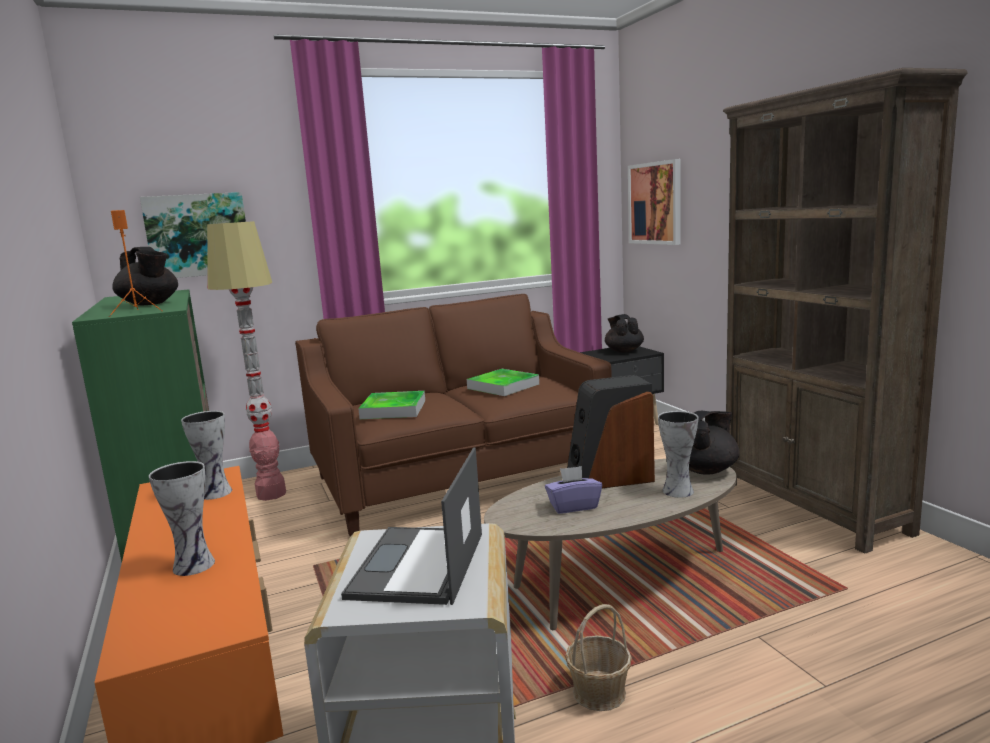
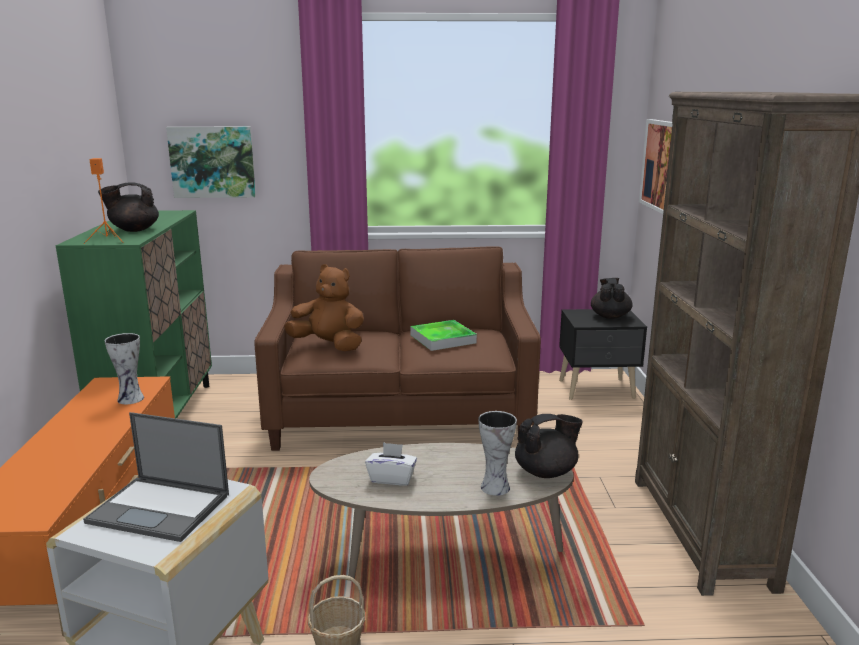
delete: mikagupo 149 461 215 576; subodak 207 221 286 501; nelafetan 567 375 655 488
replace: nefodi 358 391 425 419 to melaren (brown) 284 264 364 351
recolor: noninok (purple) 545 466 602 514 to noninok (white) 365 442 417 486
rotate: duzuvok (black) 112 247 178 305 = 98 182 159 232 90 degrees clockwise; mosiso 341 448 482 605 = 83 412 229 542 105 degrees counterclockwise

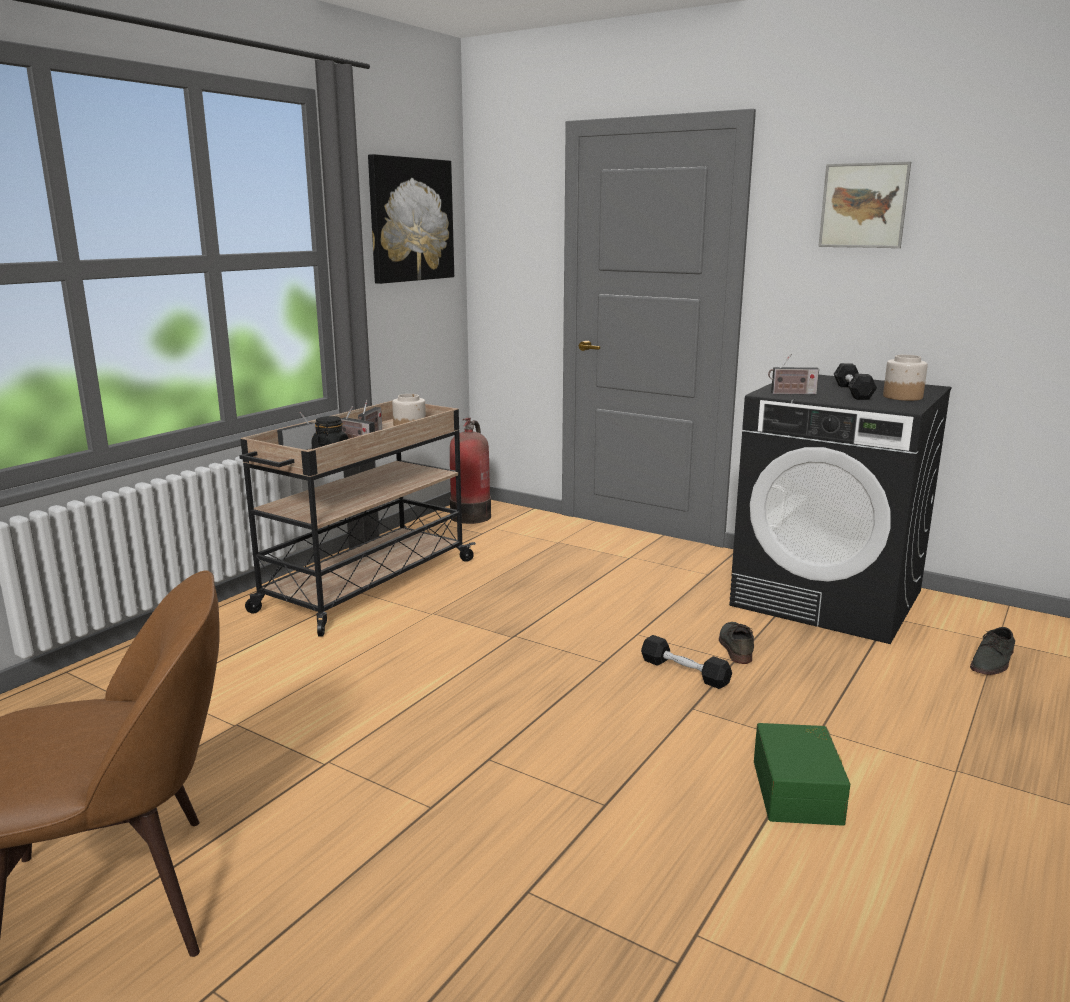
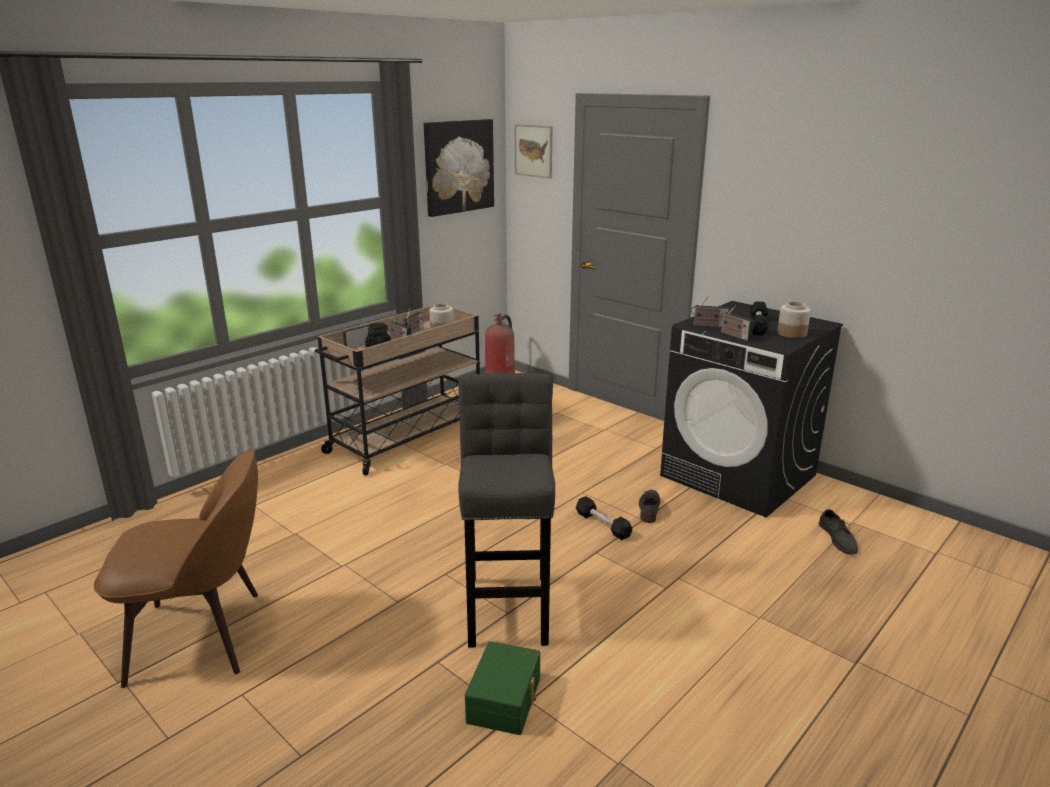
insert: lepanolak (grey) 458 373 555 648; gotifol 721 305 754 341
move: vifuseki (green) 754 723 850 826 to 465 641 540 735; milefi 818 161 911 248 to 514 124 552 178
rotate: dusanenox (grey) 970 627 1015 675 = 819 509 858 554 60 degrees counterclockwise

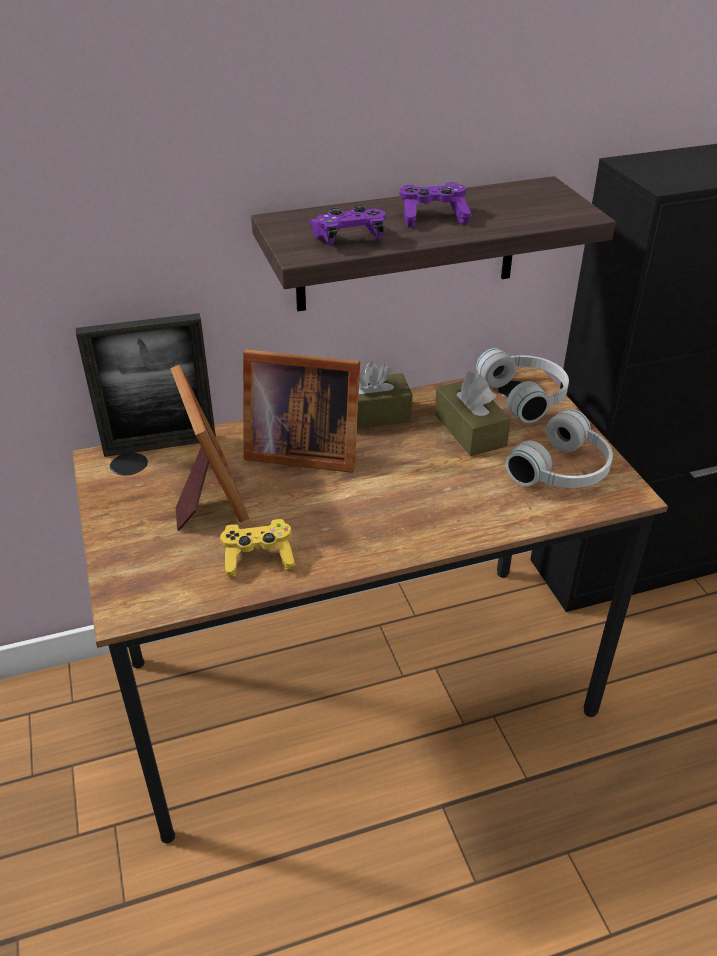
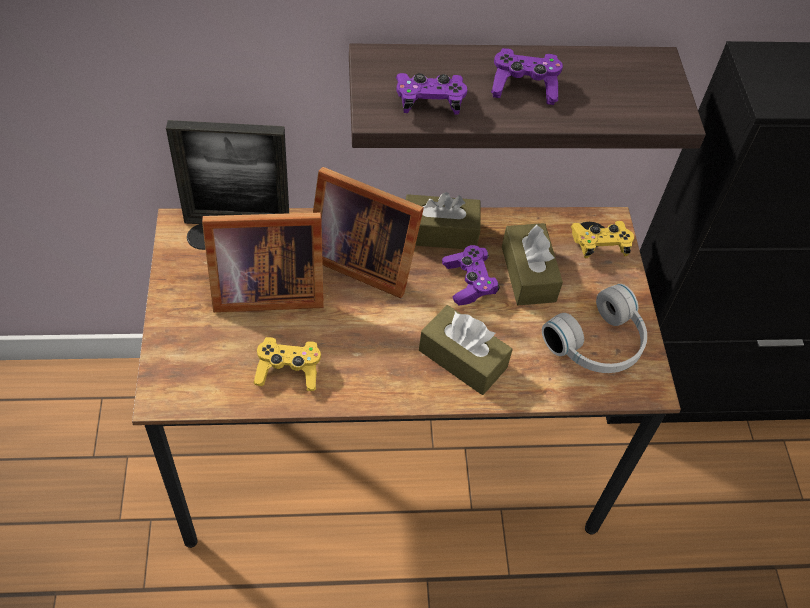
insert: noninok (brown) 419 305 513 395; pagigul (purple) 442 245 500 306
replace: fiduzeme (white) 476 348 569 423 to pagigul (yellow) 571 221 634 258
rotate: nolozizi 170 365 249 531 = 202 213 324 312 90 degrees clockwise

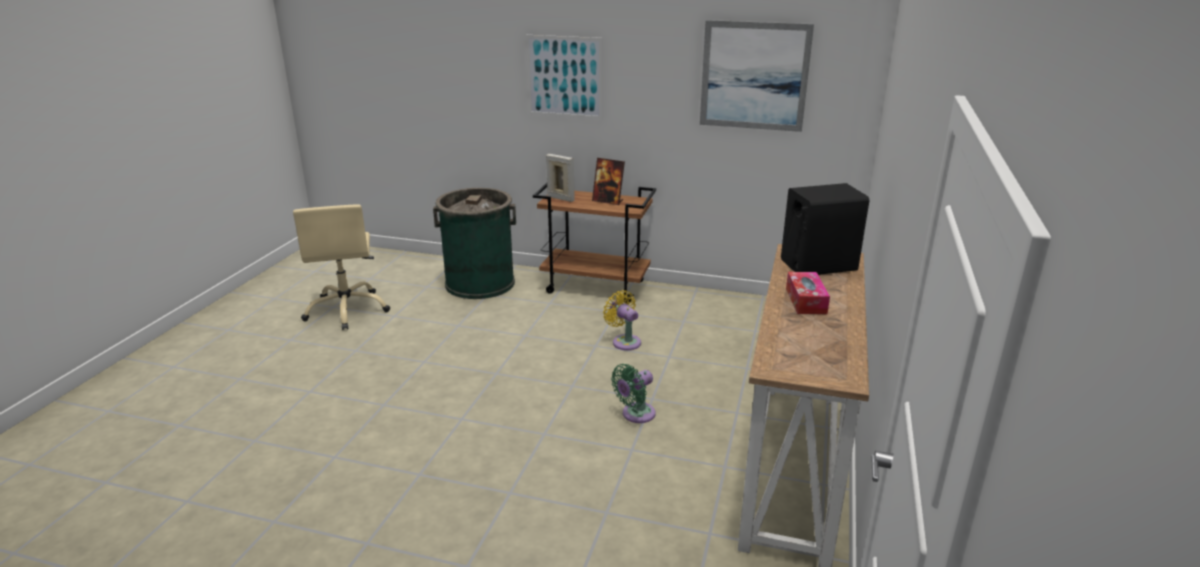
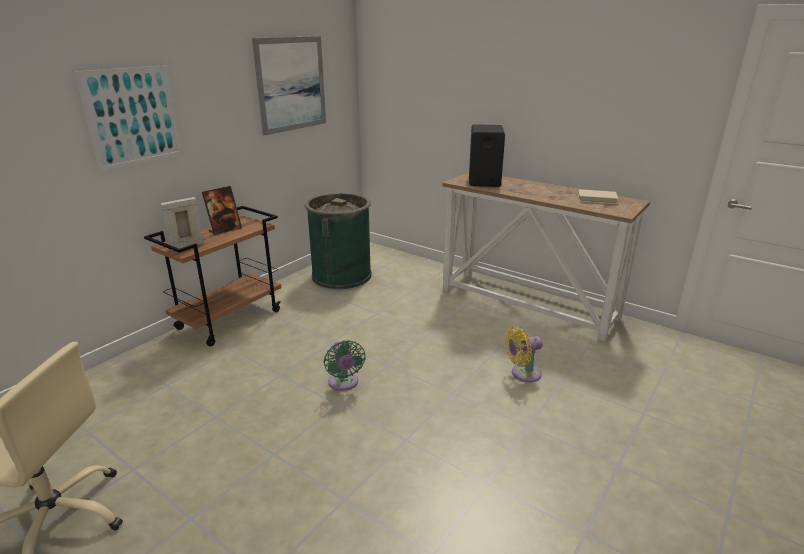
delete: noninok 786 272 830 314
insert: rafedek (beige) 578 189 618 204
move: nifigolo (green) 433 188 516 299 to 305 193 372 289; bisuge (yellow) 603 290 641 350 to 505 326 543 382; bisuge (green) 611 364 656 423 to 324 340 366 391

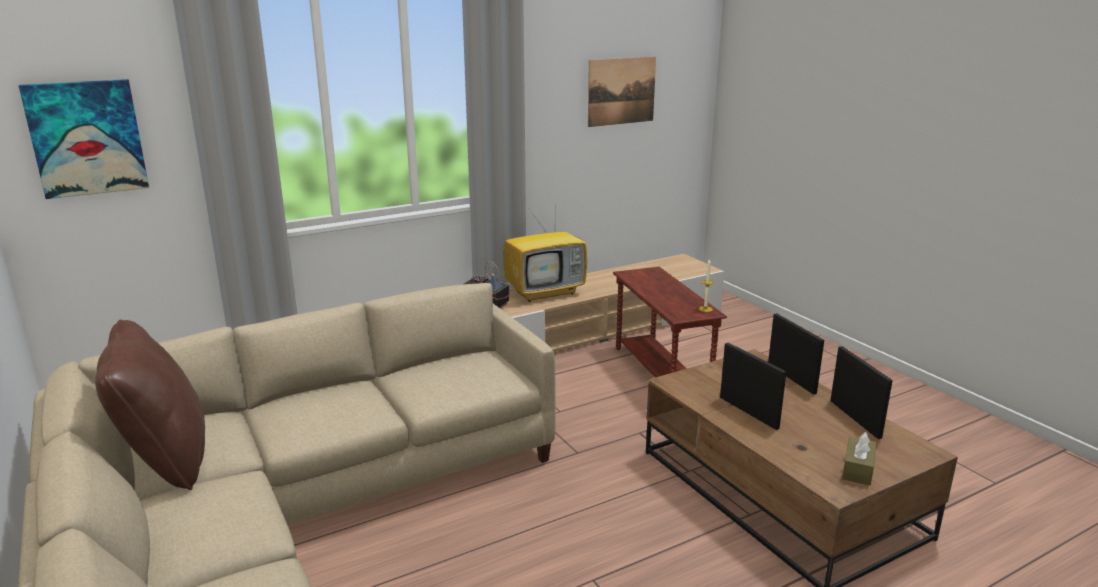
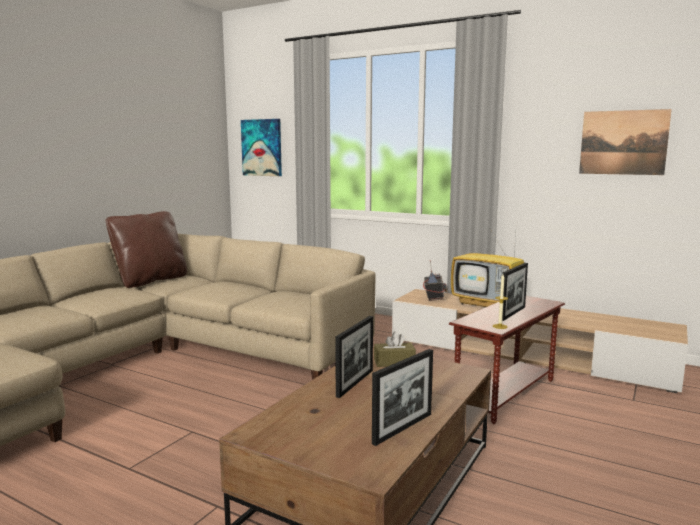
move: nolozizi 768 313 824 395 to 502 263 528 321; noninok (brown) 842 432 877 485 to 374 331 416 367

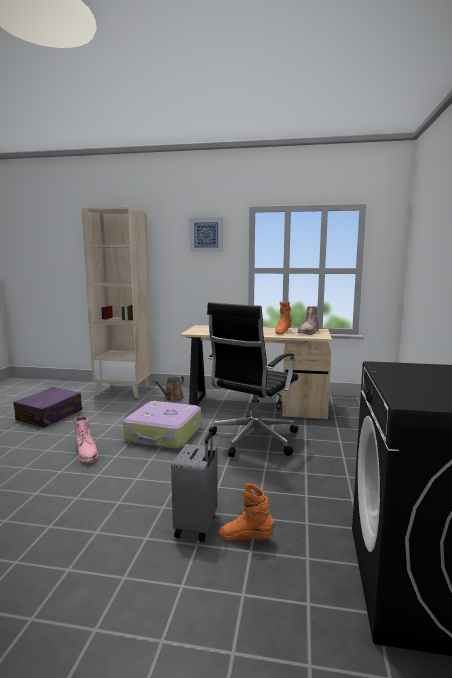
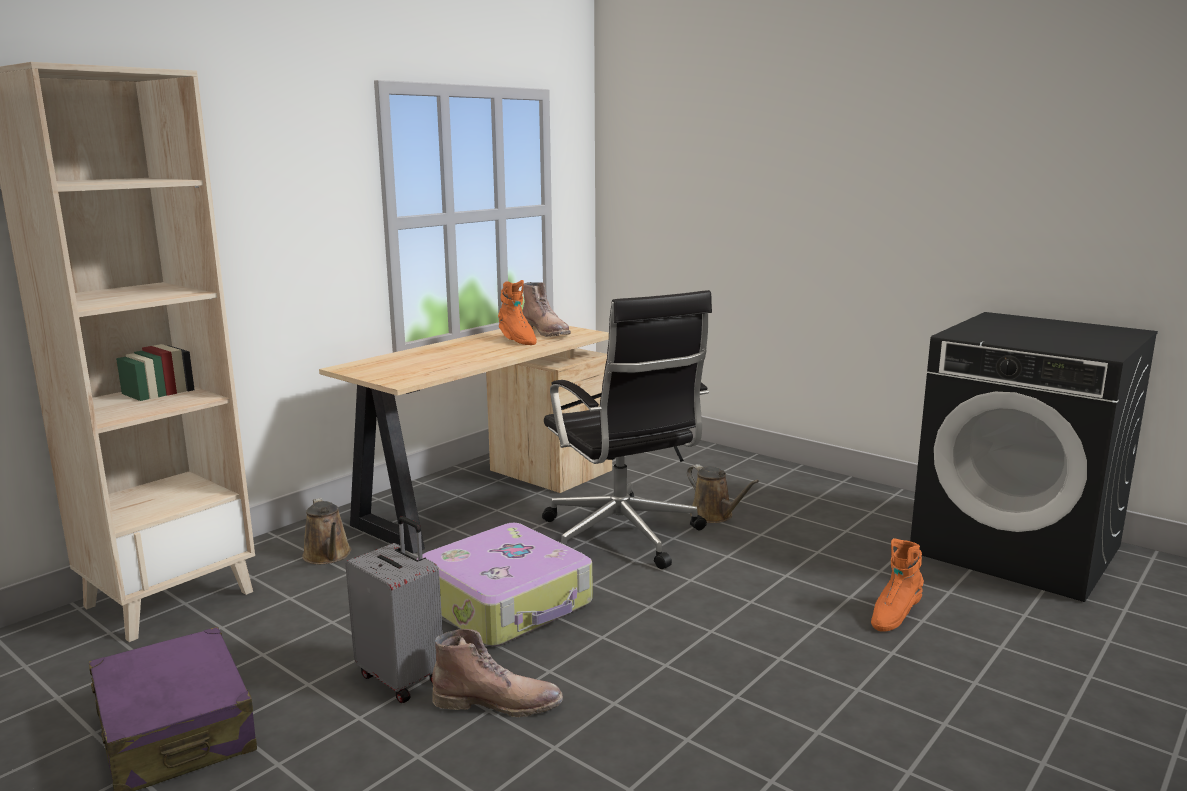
delete: milefi 189 217 223 252
insert: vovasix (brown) 687 464 759 523
move: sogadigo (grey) 171 432 218 542 to 345 516 443 703
recolor: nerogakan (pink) 74 416 99 463 to nerogakan (brown) 432 629 563 717

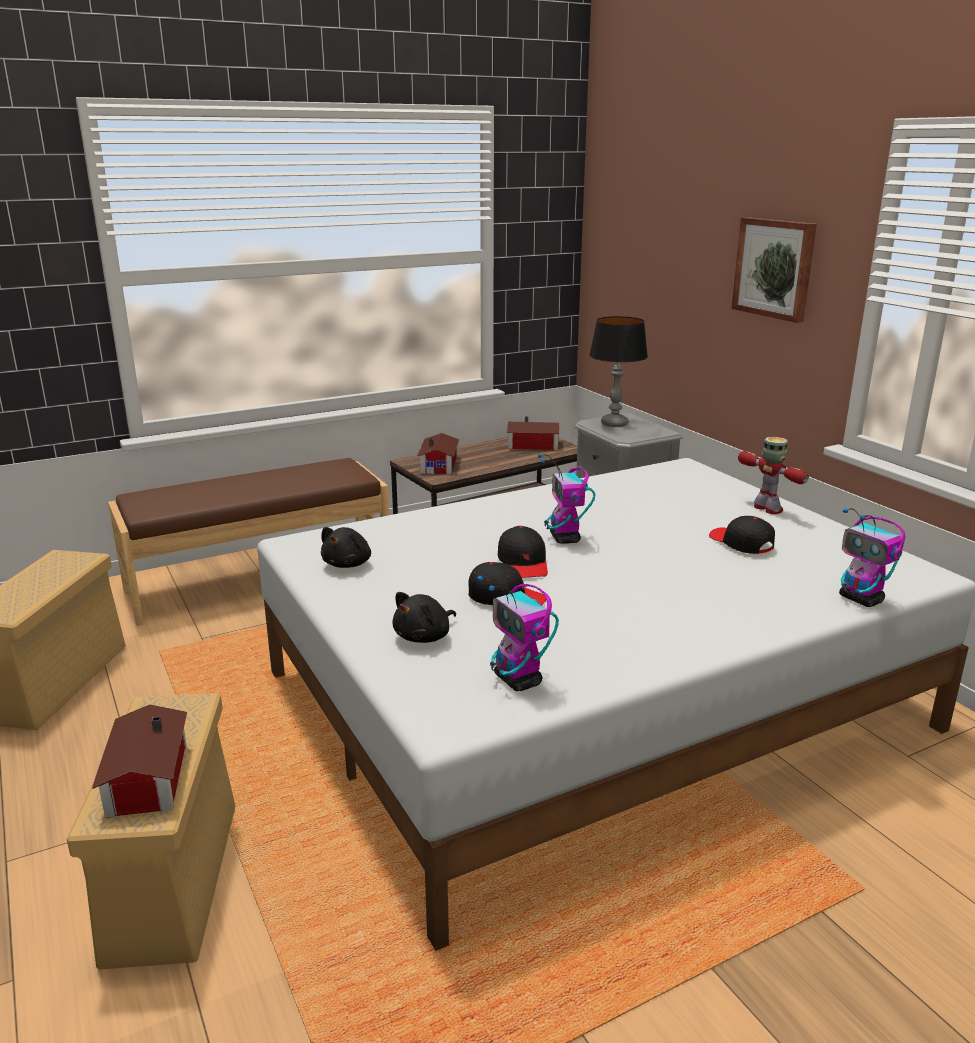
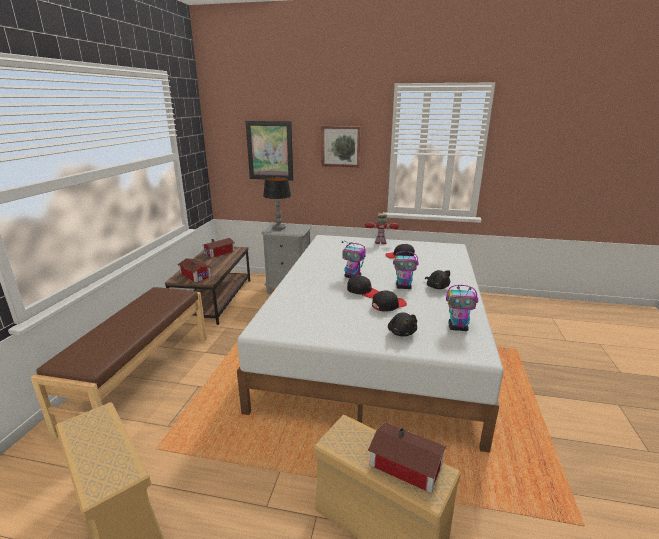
insert: milefi 246 121 294 181
move: melaren (black) 321 527 371 568 to 425 270 450 289; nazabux 839 508 906 607 to 393 250 419 289

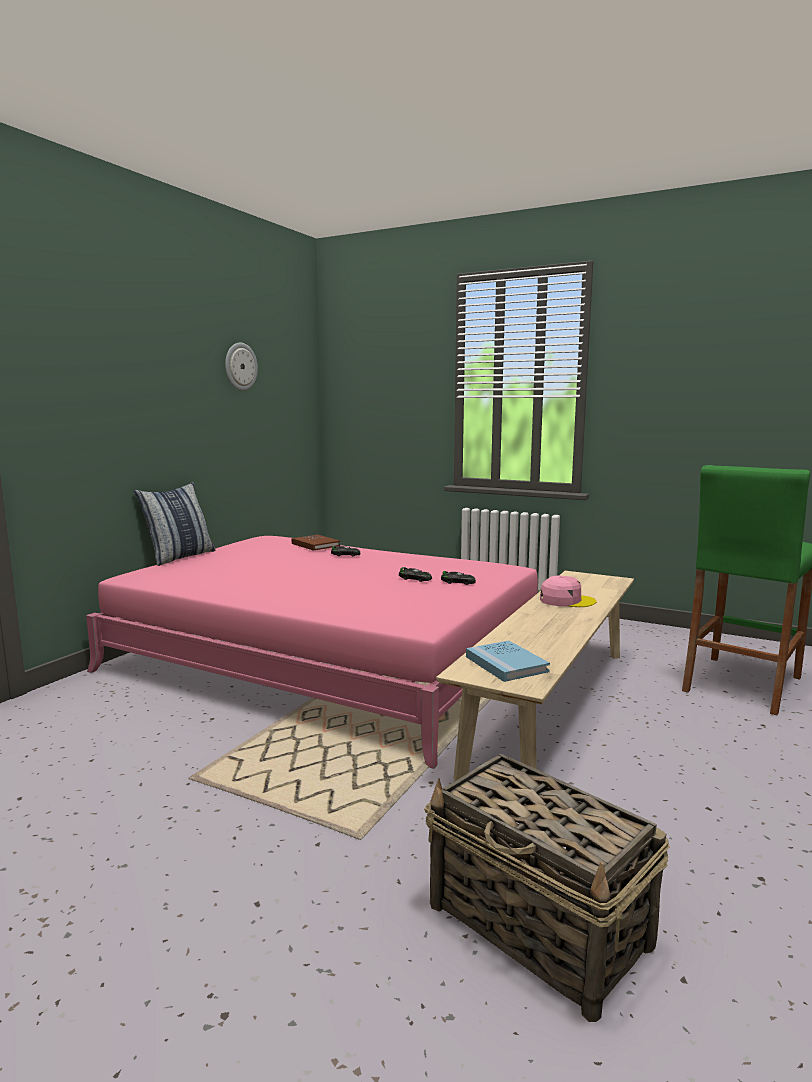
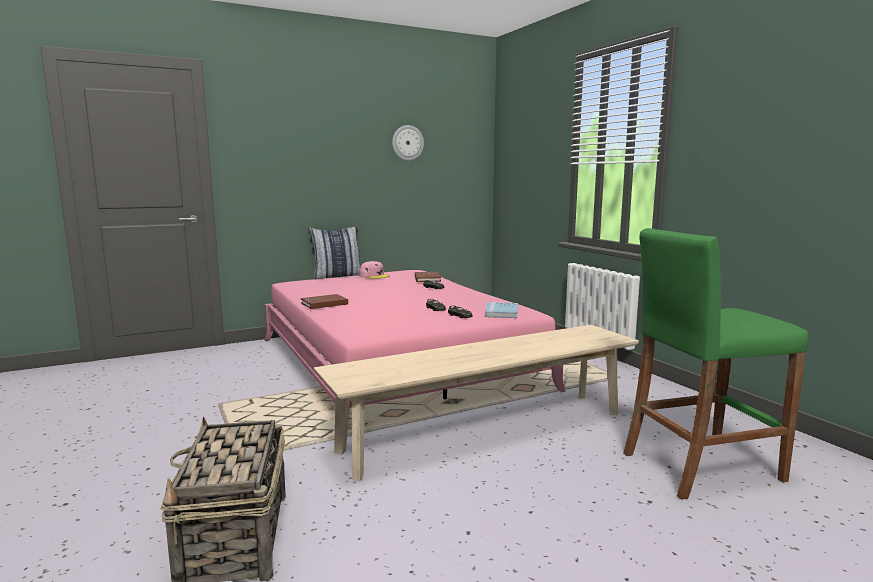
insert: rafedek (brown) 301 294 348 309
move: rafedek (blue) 466 640 550 682 to 485 302 518 318; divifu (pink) 540 576 596 607 to 359 261 390 279

